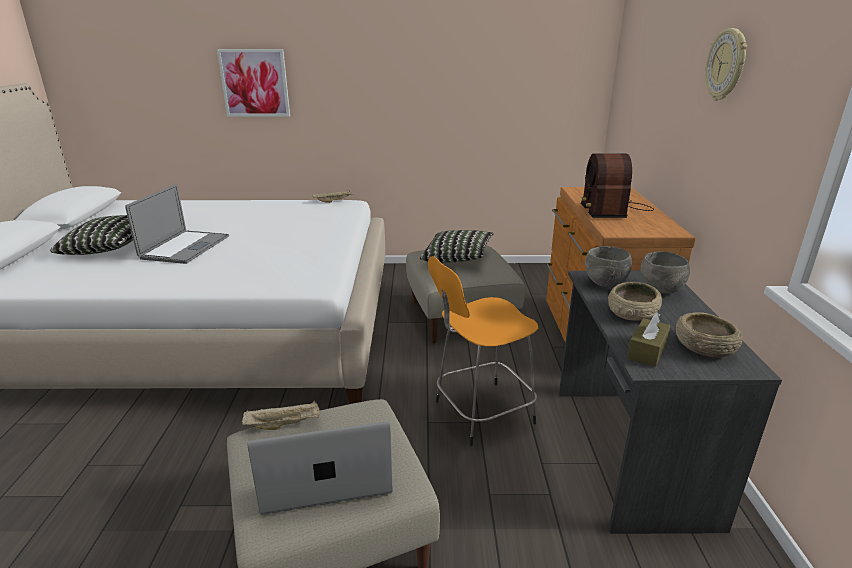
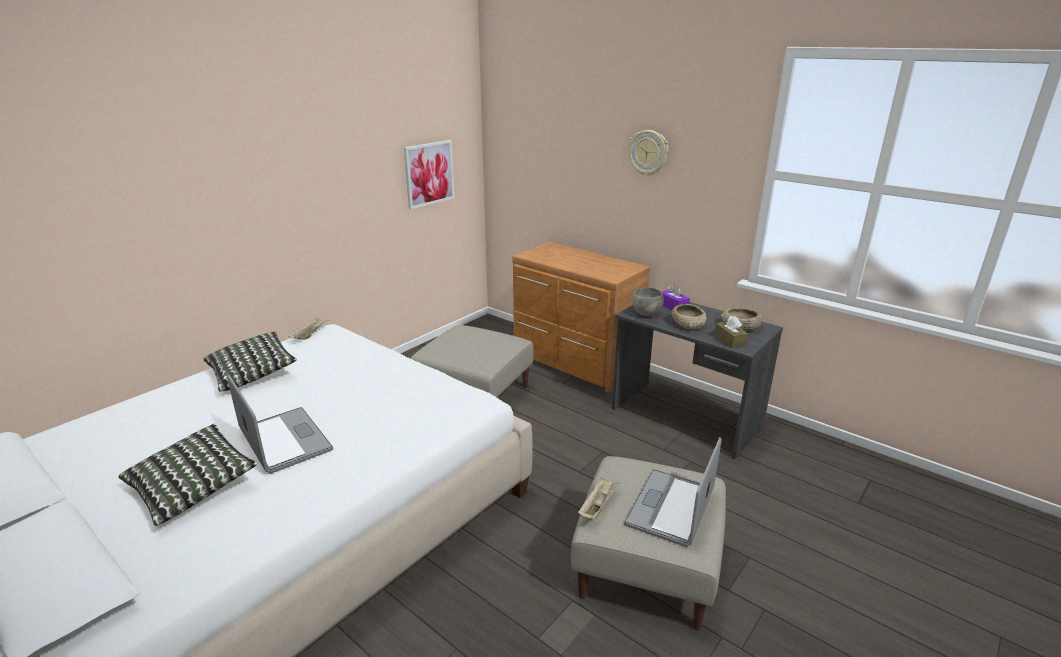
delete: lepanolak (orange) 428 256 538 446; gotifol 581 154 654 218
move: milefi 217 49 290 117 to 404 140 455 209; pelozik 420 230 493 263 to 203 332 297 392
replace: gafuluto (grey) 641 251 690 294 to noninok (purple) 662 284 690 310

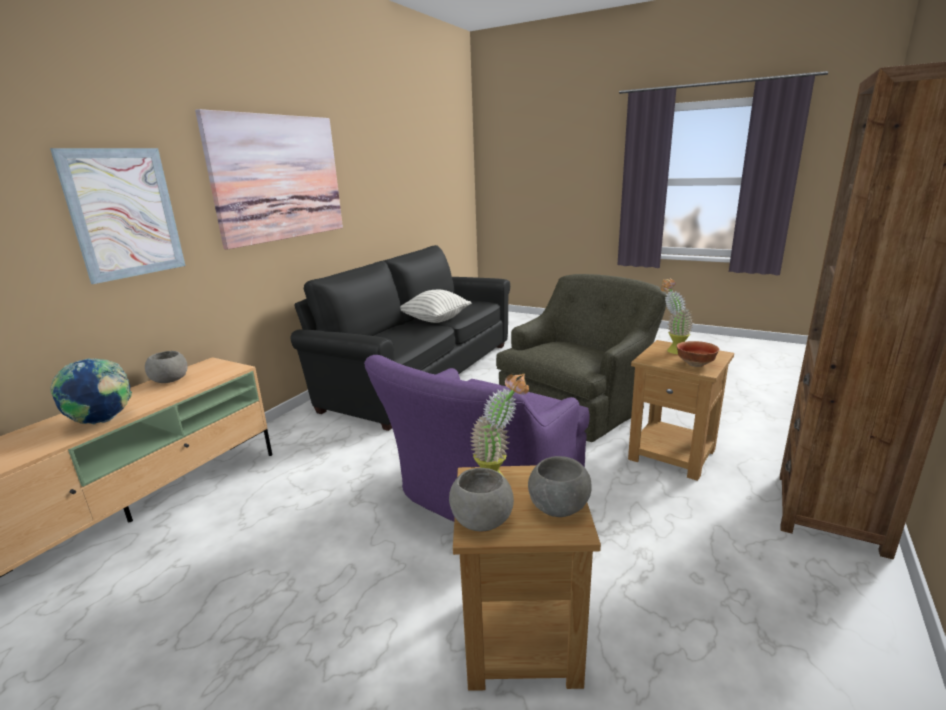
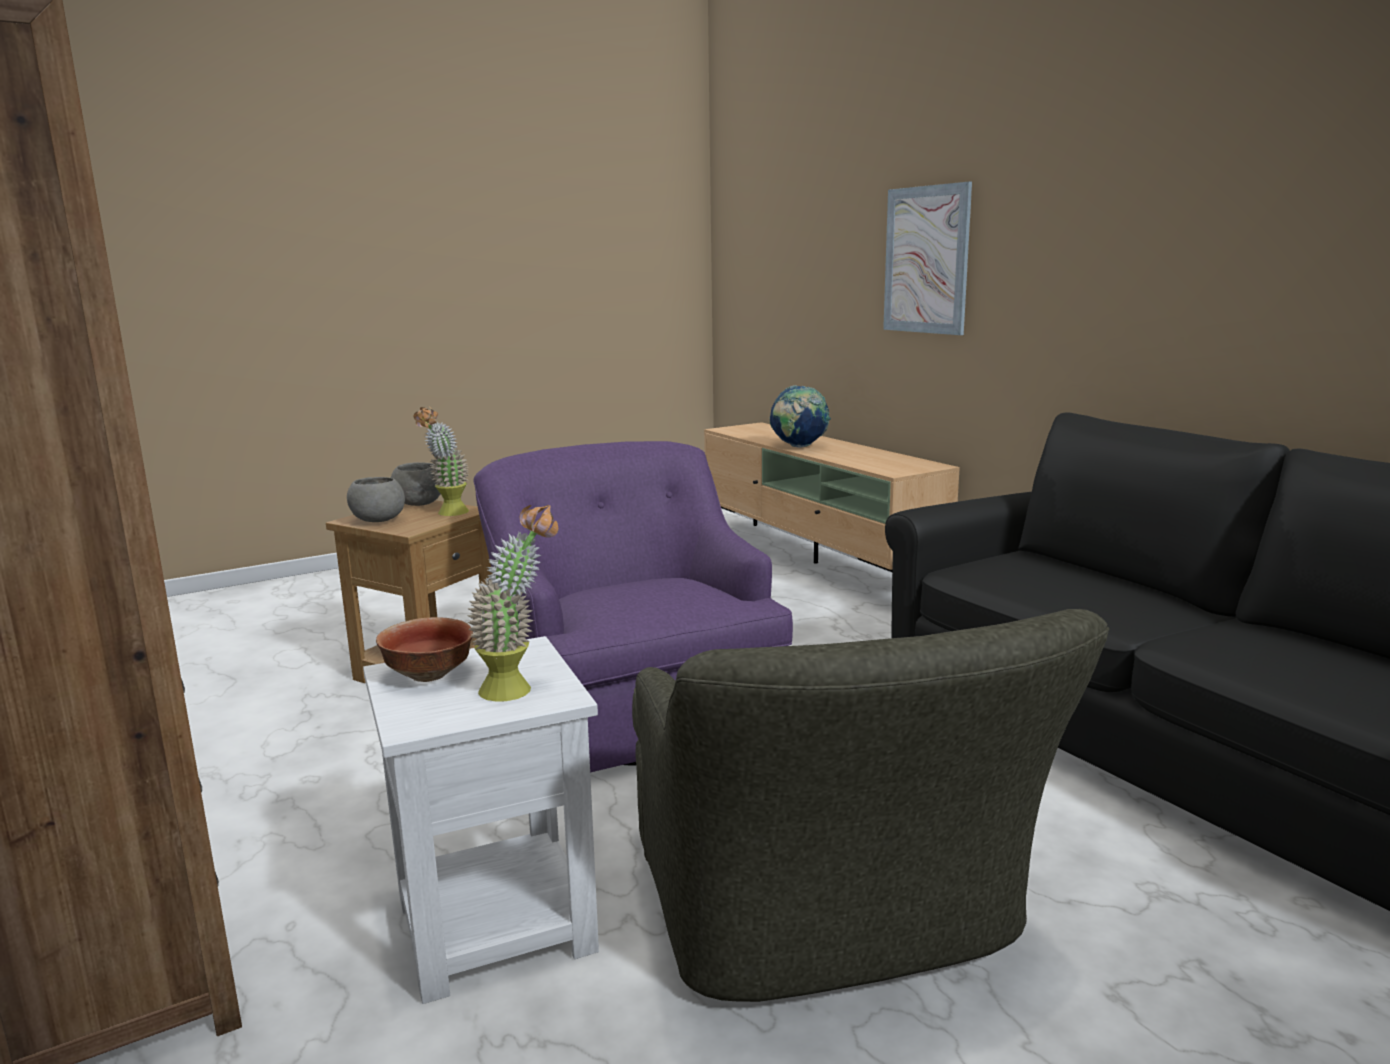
delete: gafuluto (grey) 145 351 187 383; milefi 195 109 343 250; pelozik 400 290 472 323
recolor: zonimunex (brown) 628 340 734 481 to zonimunex (white) 363 636 599 1004

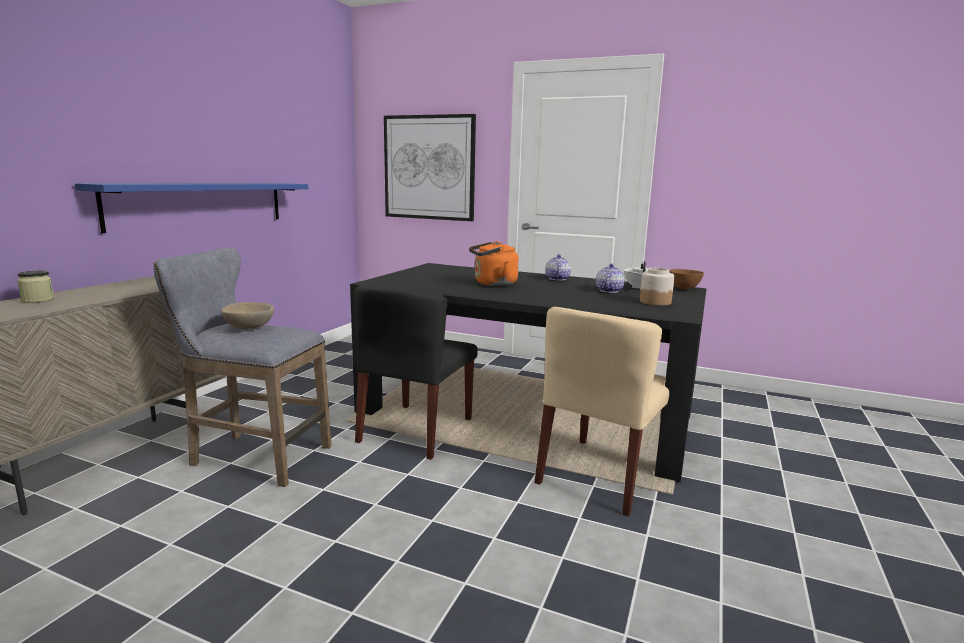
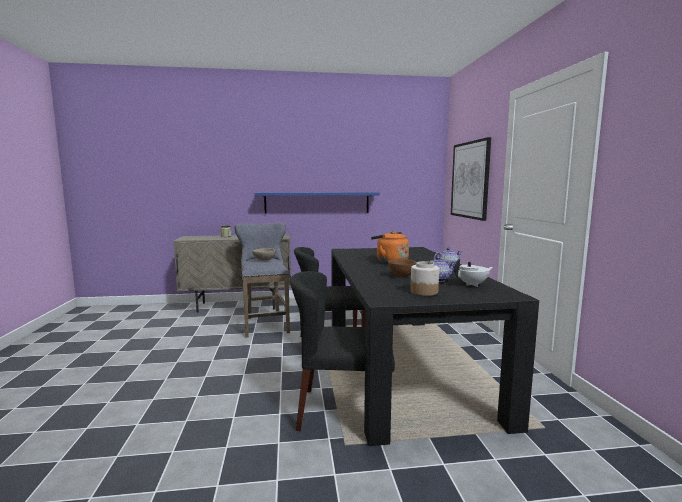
move: gafuluto (brown) 670 269 704 290 to 388 259 416 277
recolor: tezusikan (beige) 534 307 669 516 to tezusikan (black) 290 271 395 431

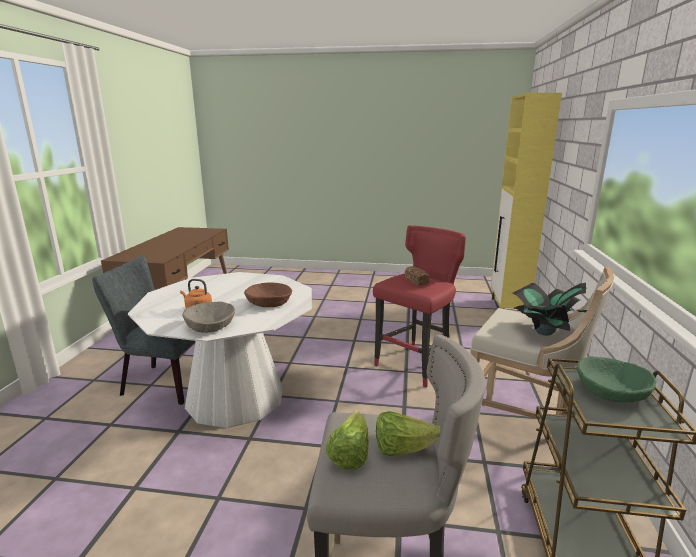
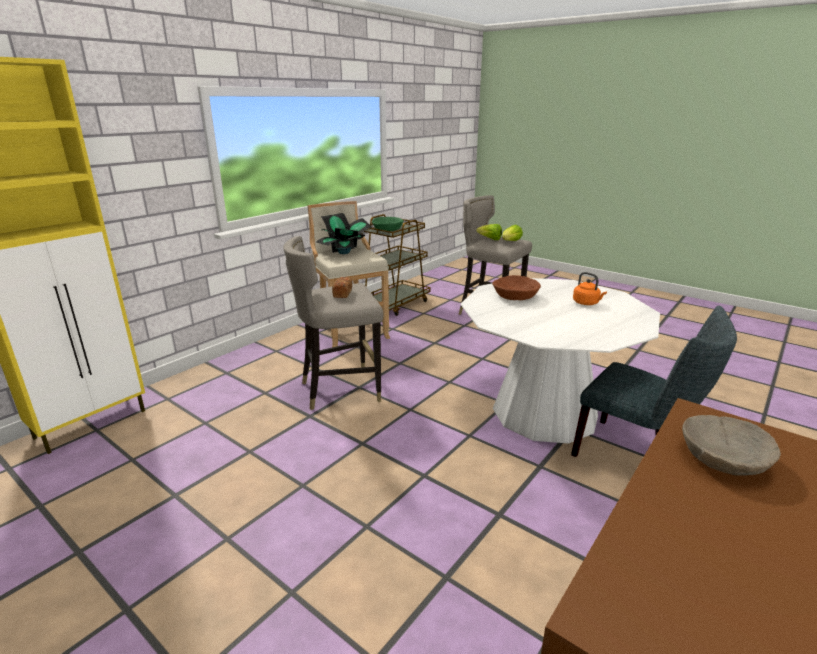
move: gafuluto (beige) 182 302 235 333 to 682 415 781 476
recolor: lepanolak (red) 373 226 466 388 to lepanolak (grey) 283 236 383 410

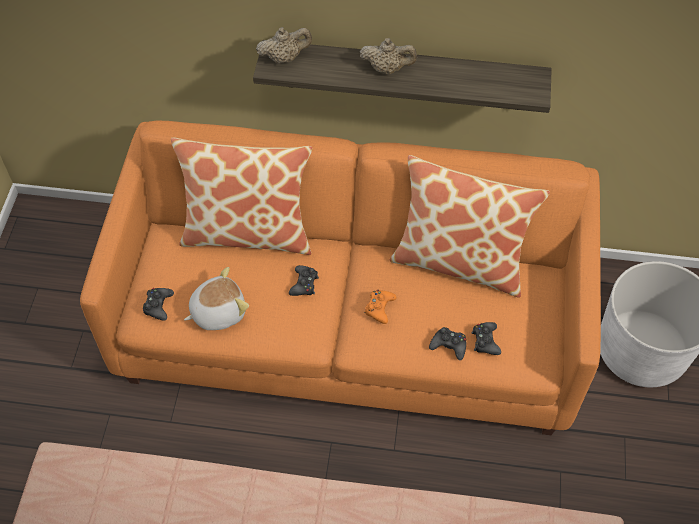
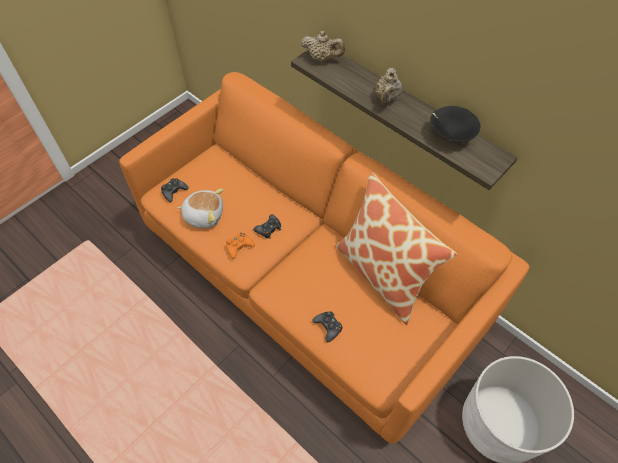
delete: pelozik 171 138 312 255; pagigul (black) 471 322 501 355
insert: gafuluto (black) 430 106 481 142
move: pagigul (orange) 364 290 396 324 to 226 233 255 259
rotate: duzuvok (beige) 360 38 417 74 = 375 68 402 105 60 degrees clockwise

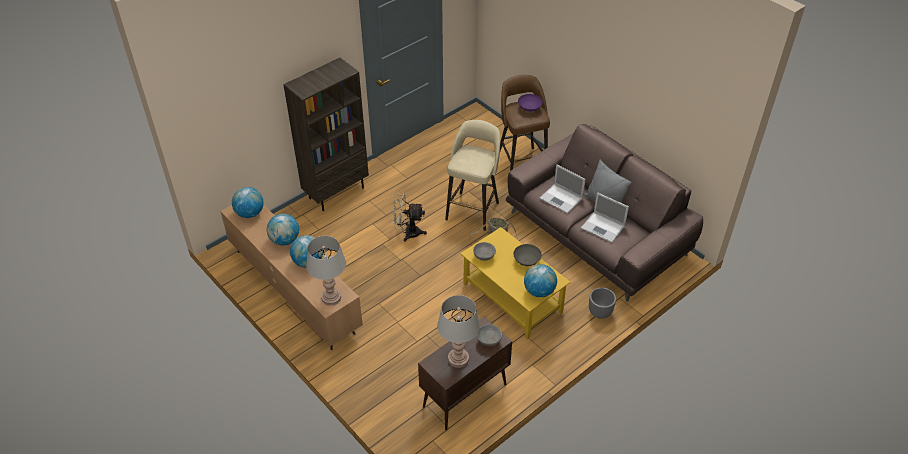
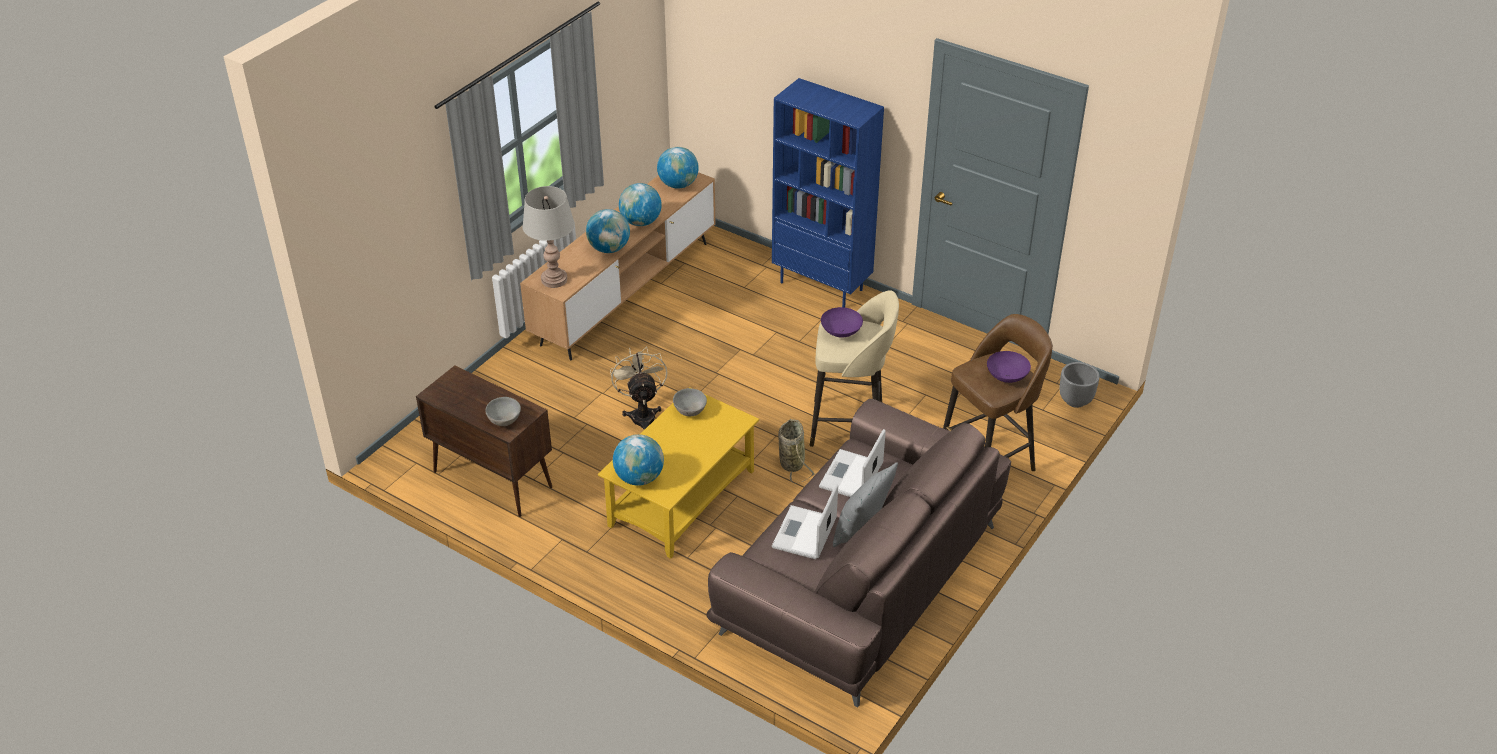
delete: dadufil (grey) 437 295 480 368; gafuluto (grey) 513 244 542 266
insert: gafuluto (purple) 821 307 863 337
move: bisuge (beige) 393 194 427 242 to 610 346 668 430; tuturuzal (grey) 589 287 616 319 to 1059 362 1100 408
recolor: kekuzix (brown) 283 58 369 211 to kekuzix (blue) 772 78 884 307

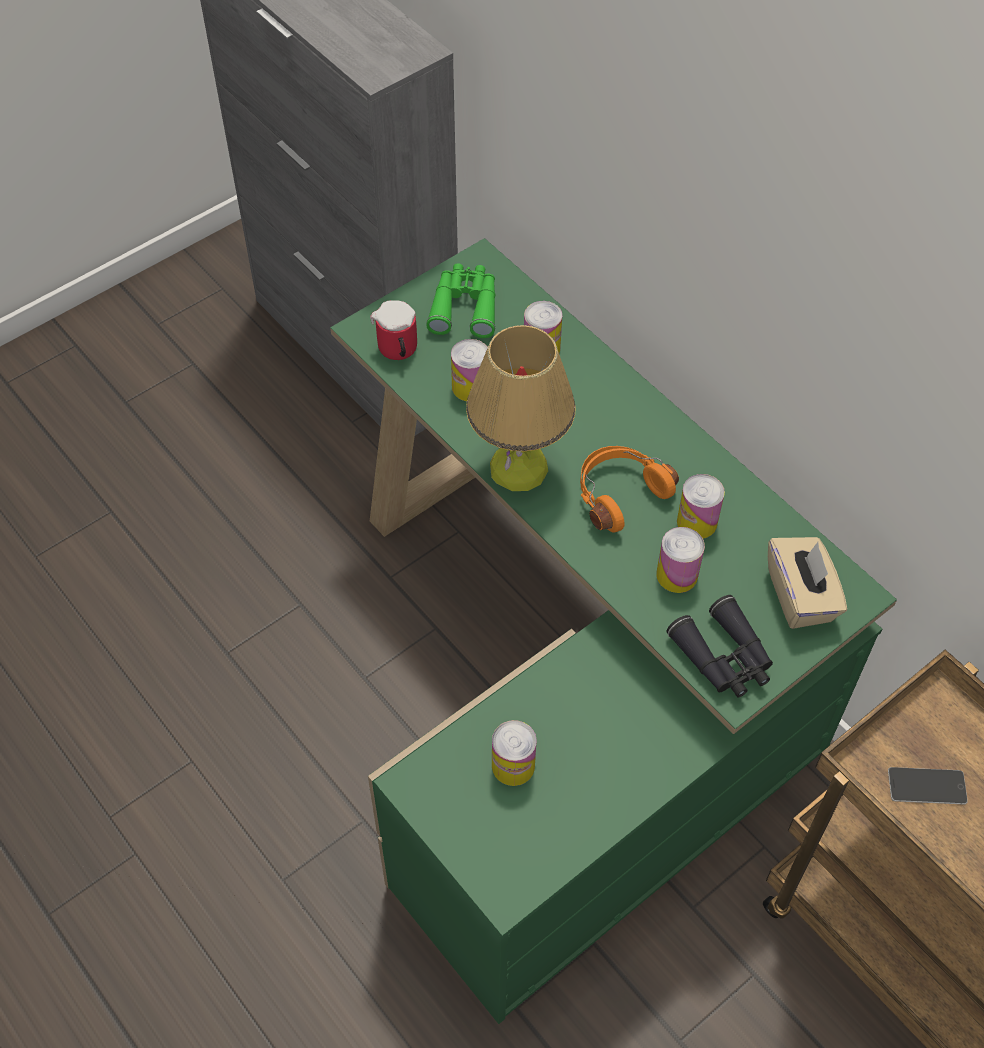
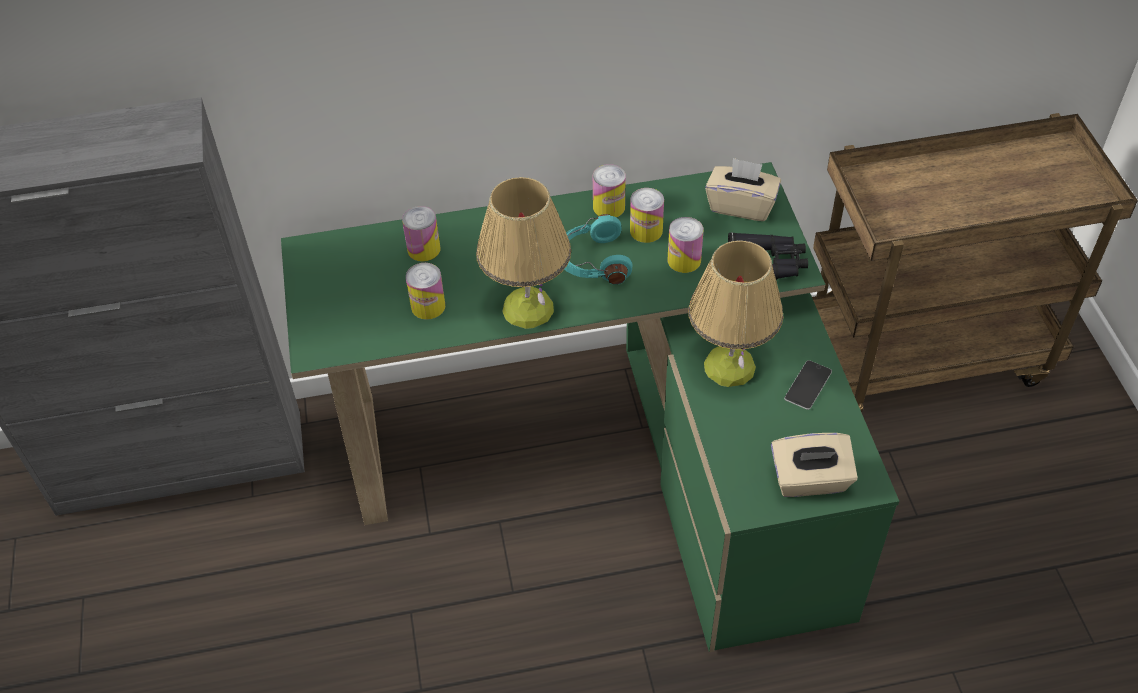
delete: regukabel 370 300 417 360; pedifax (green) 426 263 496 338
insert: dadufil 688 240 783 387; noninok (beige) 771 433 858 497
move: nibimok 492 720 537 786 to 593 164 626 217; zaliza 888 767 968 805 to 784 360 832 410
recolor: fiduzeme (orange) 580 446 679 532 to fiduzeme (turquoise) 564 214 632 285

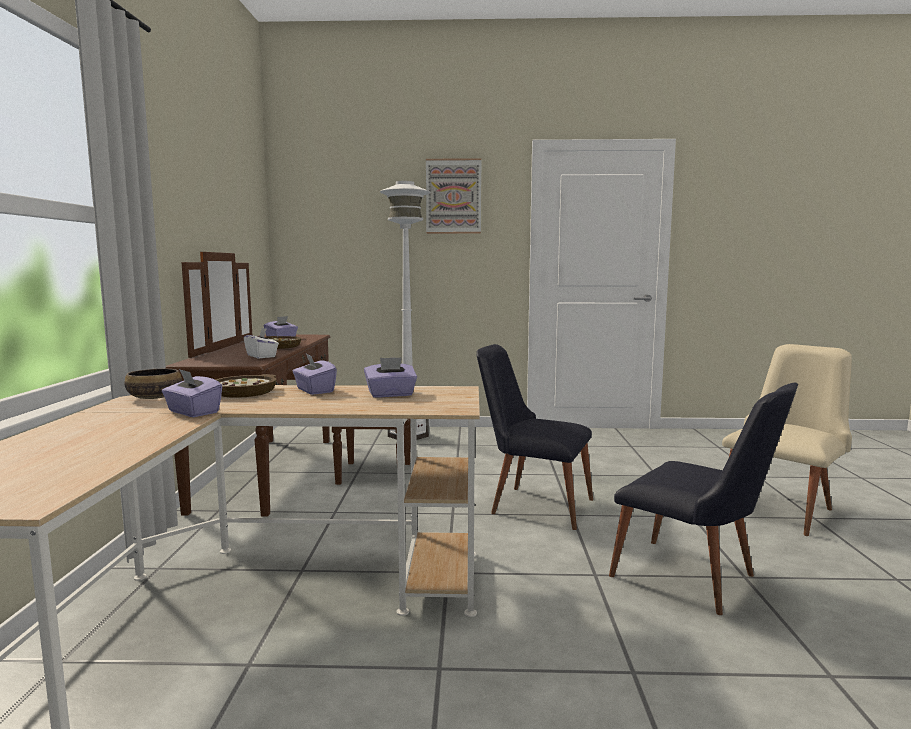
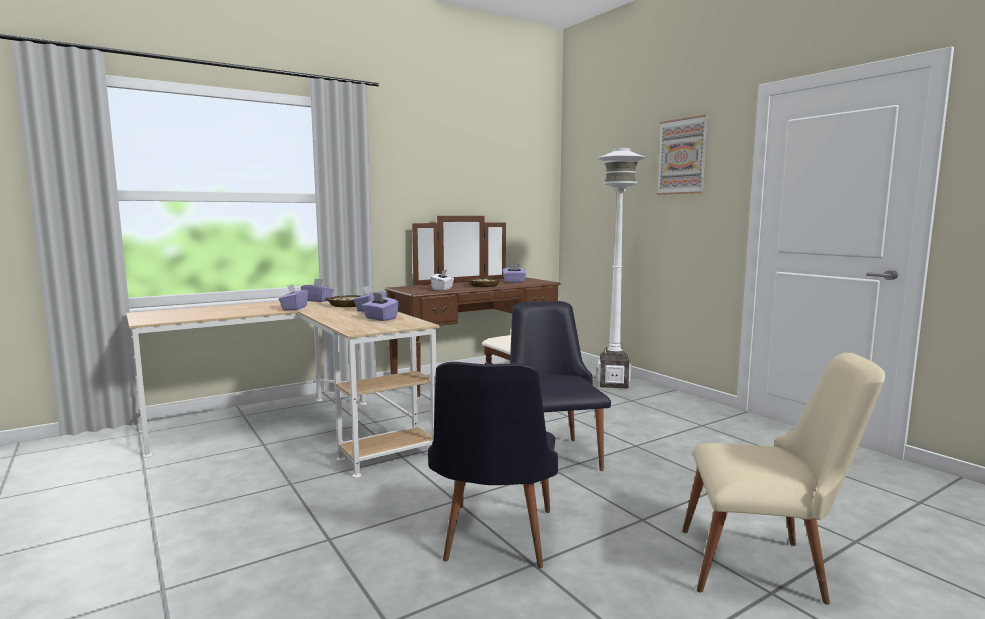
replace: gafuluto 124 369 182 399 to noninok (purple) 301 279 334 302

